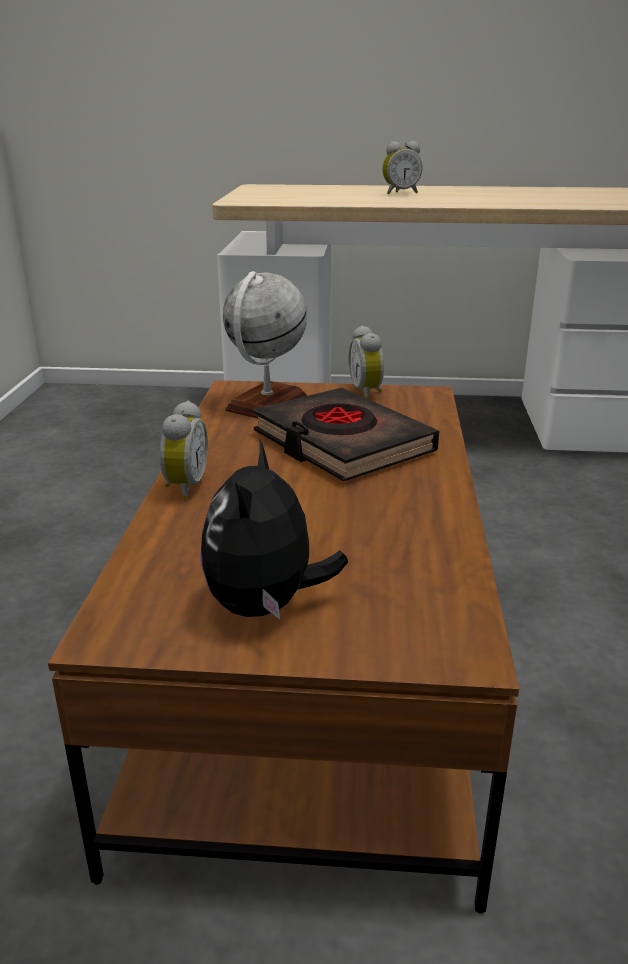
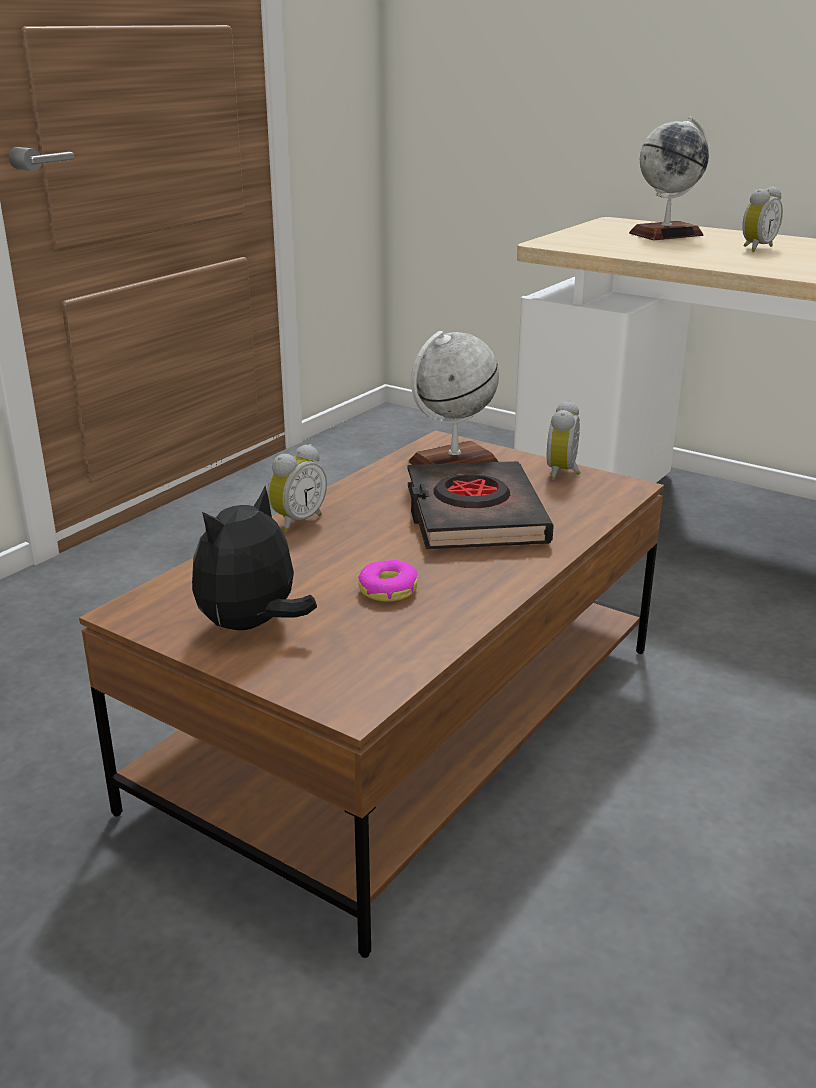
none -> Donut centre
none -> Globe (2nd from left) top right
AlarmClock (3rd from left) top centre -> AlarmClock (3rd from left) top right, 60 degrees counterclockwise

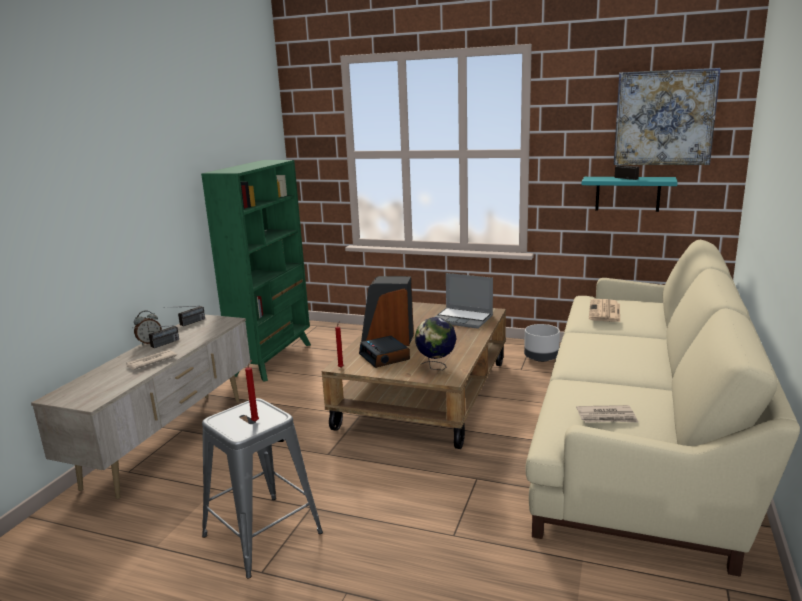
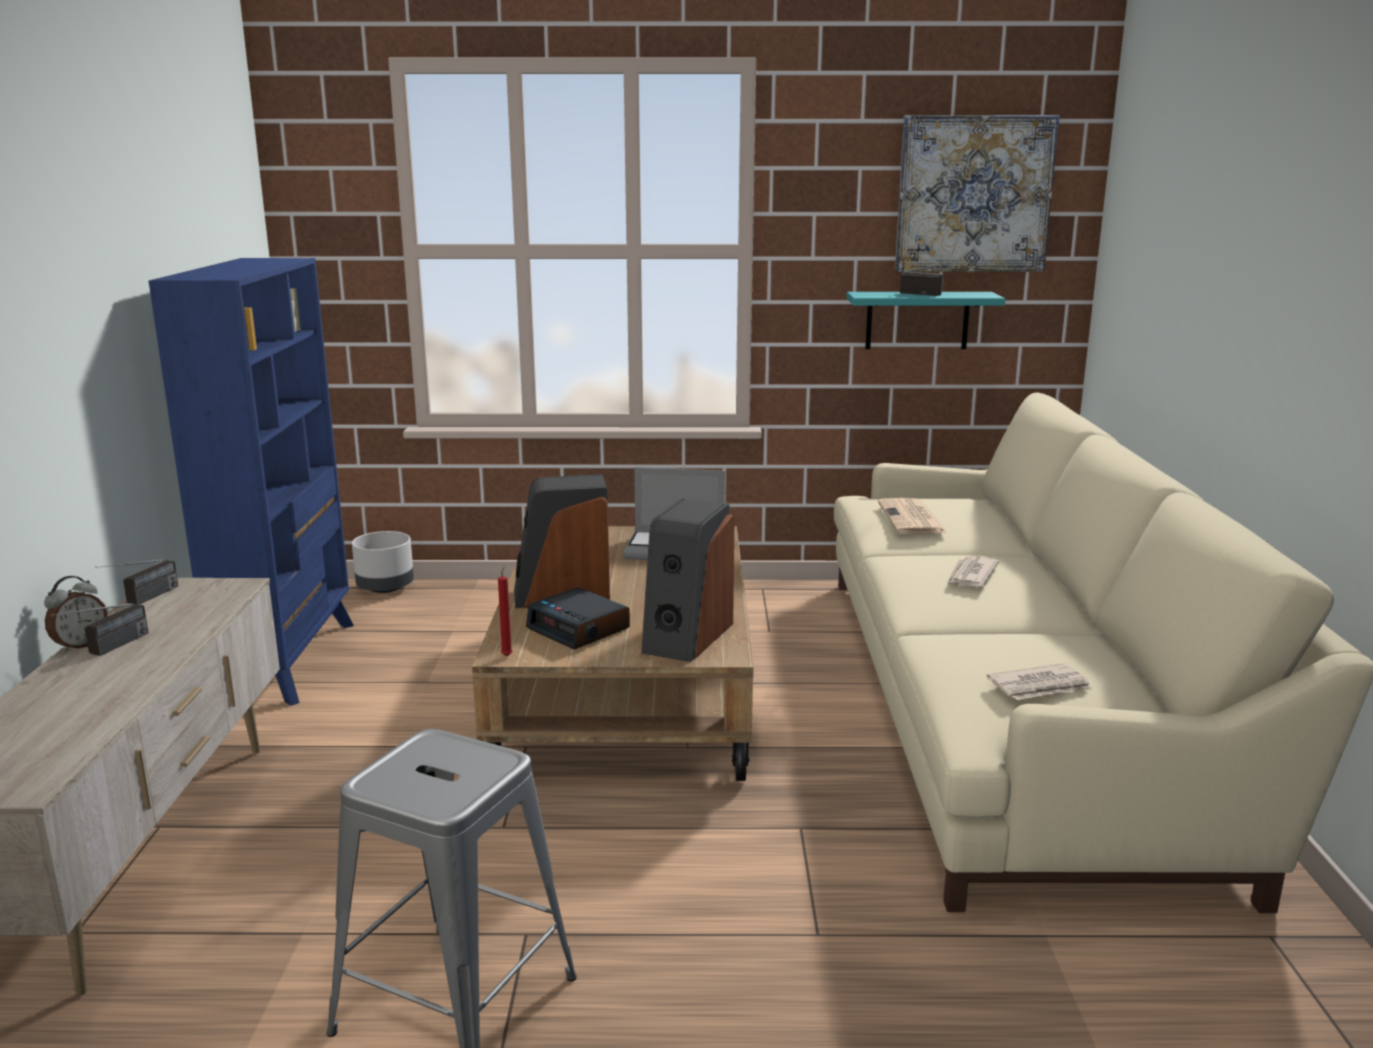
GreenBookcase middle left -> BlueBookcase middle left
GreyPlanter middle right -> GreyPlanter middle left, moved
Globe centre -> Speaker (2nd from left) centre
Newspaper (1st from left in the first image) middle left -> Newspaper (2nd from left) middle right, moved
RedCandle (1st from left) middle left -> none

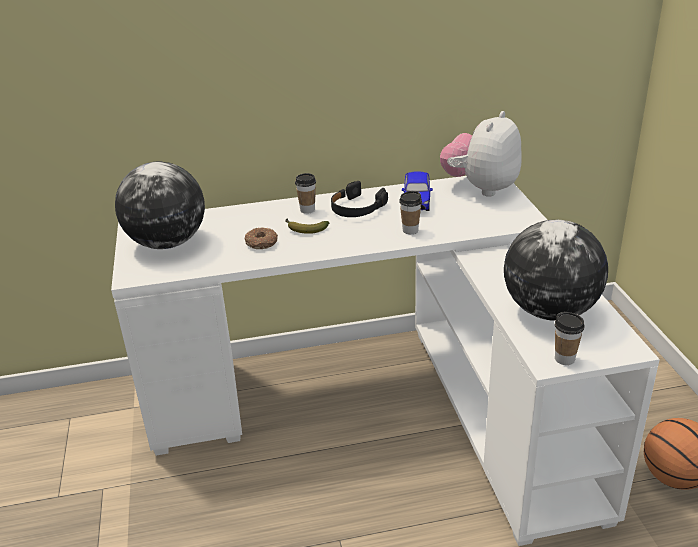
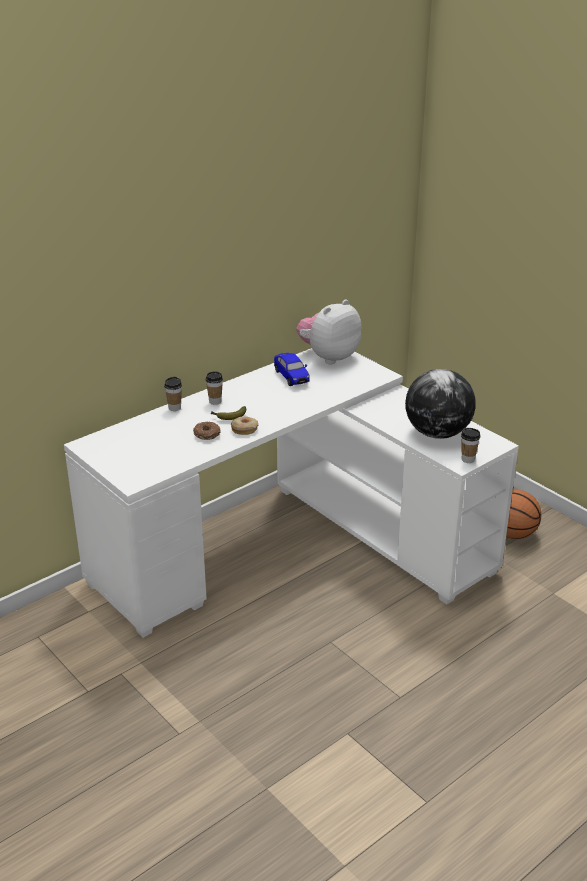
Cup (2nd from left in the first image) centre -> Cup (1st from left) middle left, moved
none -> Donut (2nd from left) centre
PlushToy top right -> PlushToy centre, 45 degrees clockwise
Globe (1st from left) middle left -> none
BlackHeadphones centre -> none

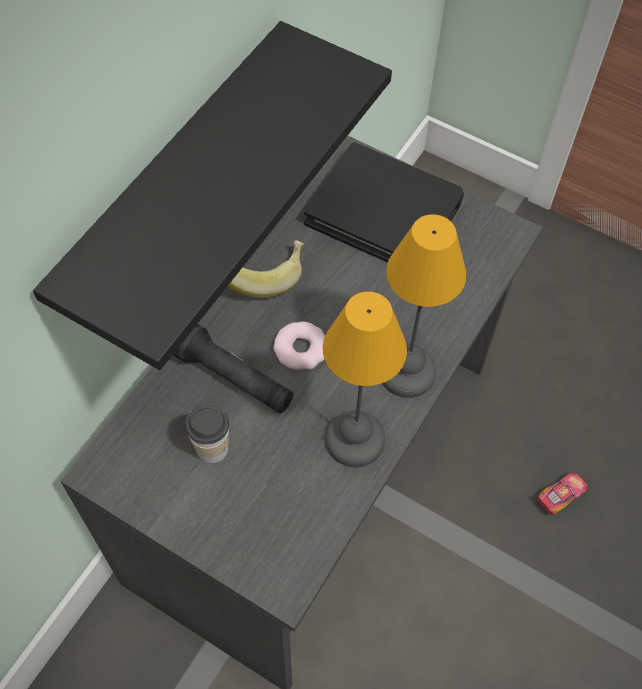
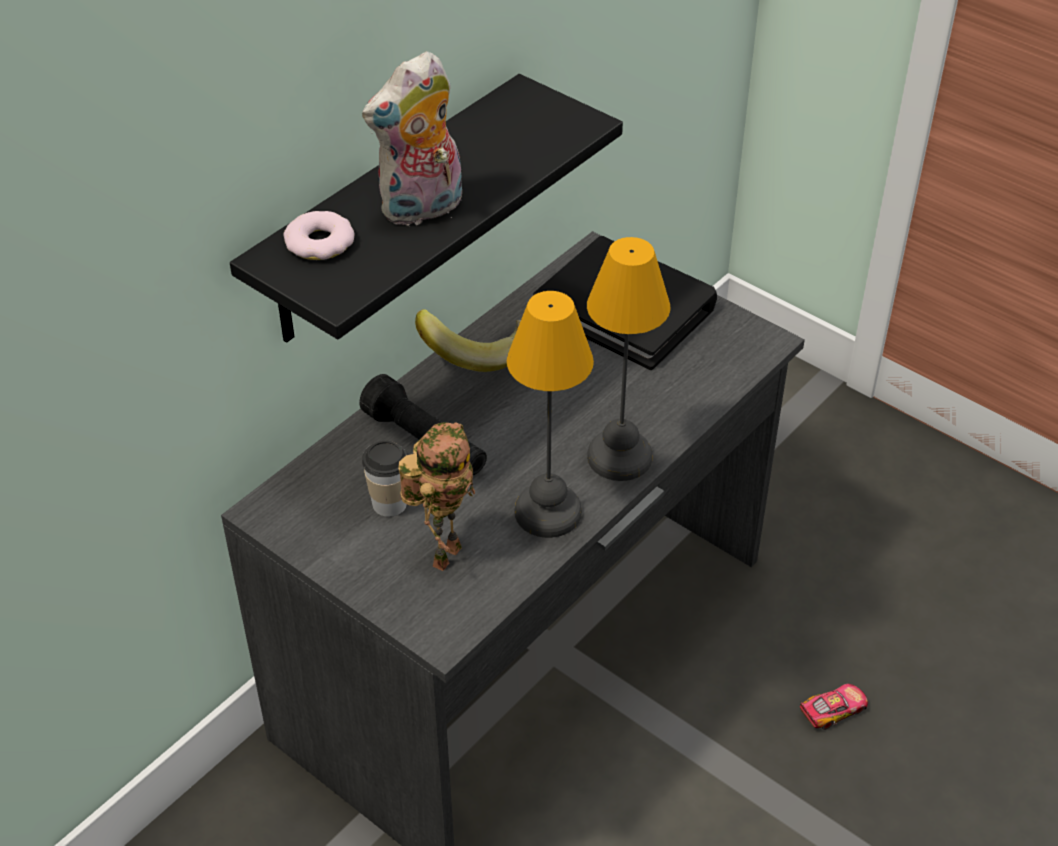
Donut centre -> Donut top left, moved
none -> PlushToy top centre
none -> ToyRobot centre

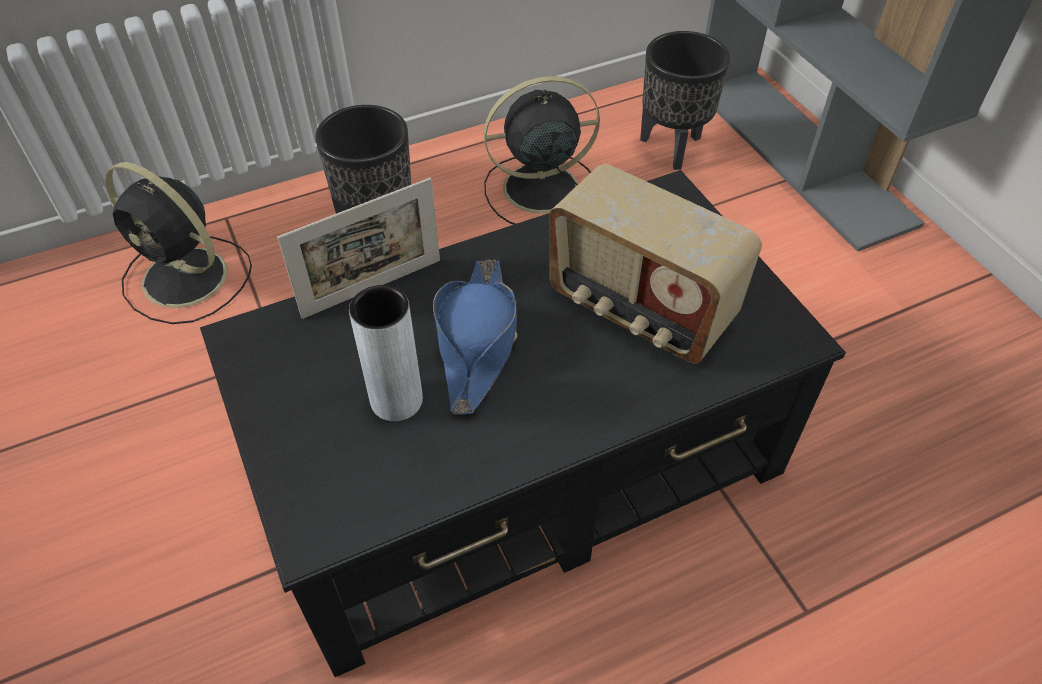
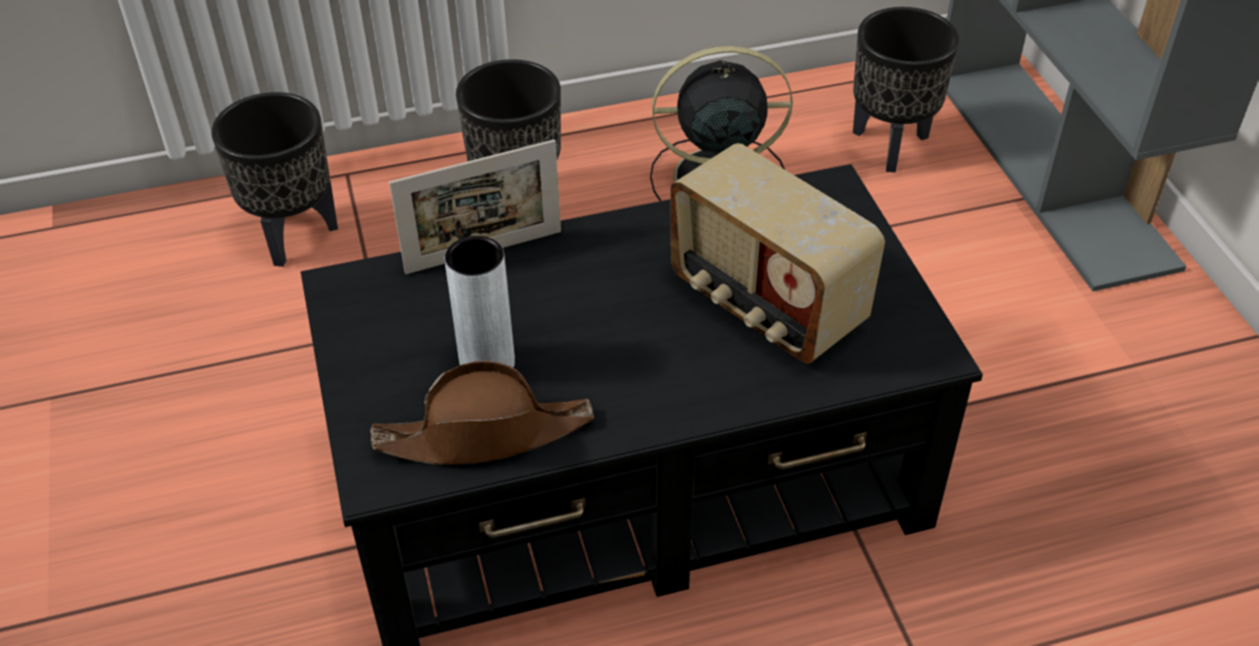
BlackFan (1st from left) middle left -> BlackPlanter (1st from left) top left
none -> BrownHat centre
BlueHat centre -> none

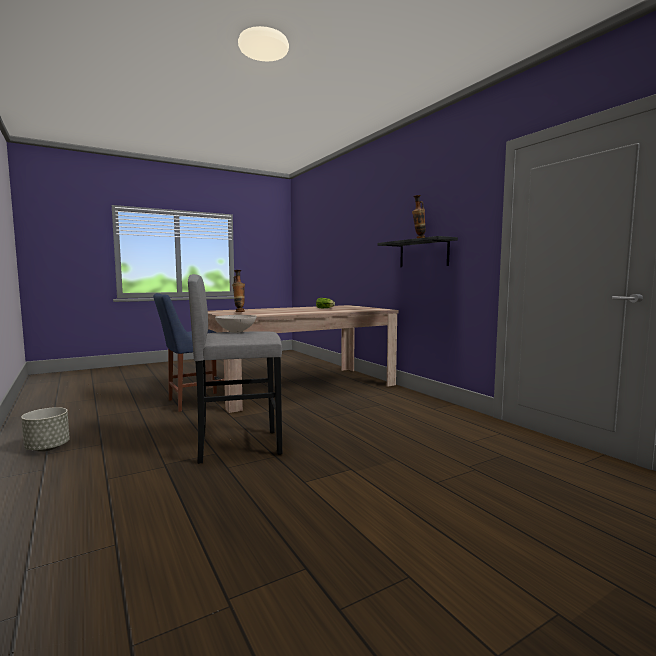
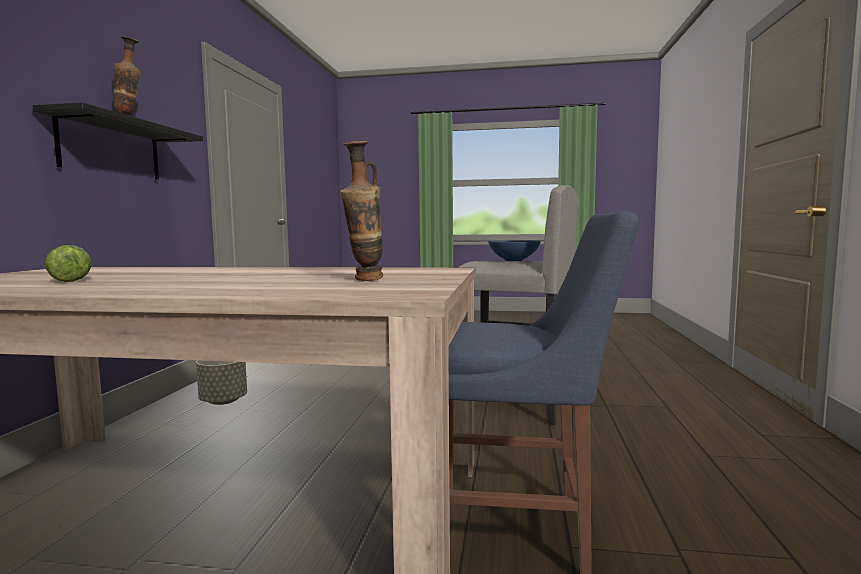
GreyPlanter middle left -> GreyPlanter bottom left, moved
WhiteBowl centre -> BlueBowl centre

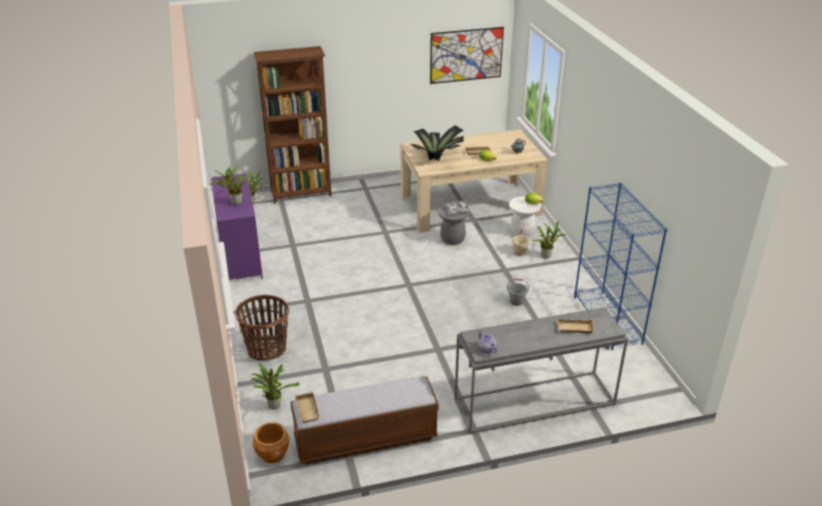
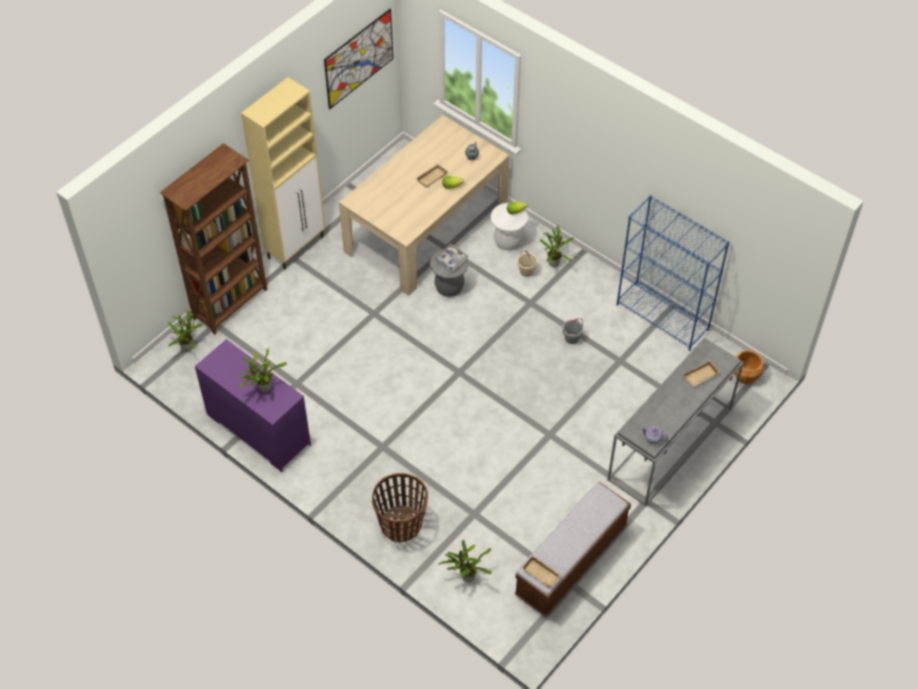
none -> BeigeCabinet top left
BrownPlanter bottom left -> BrownPlanter middle right, moved
PottedPlant (4th from left) top centre -> none

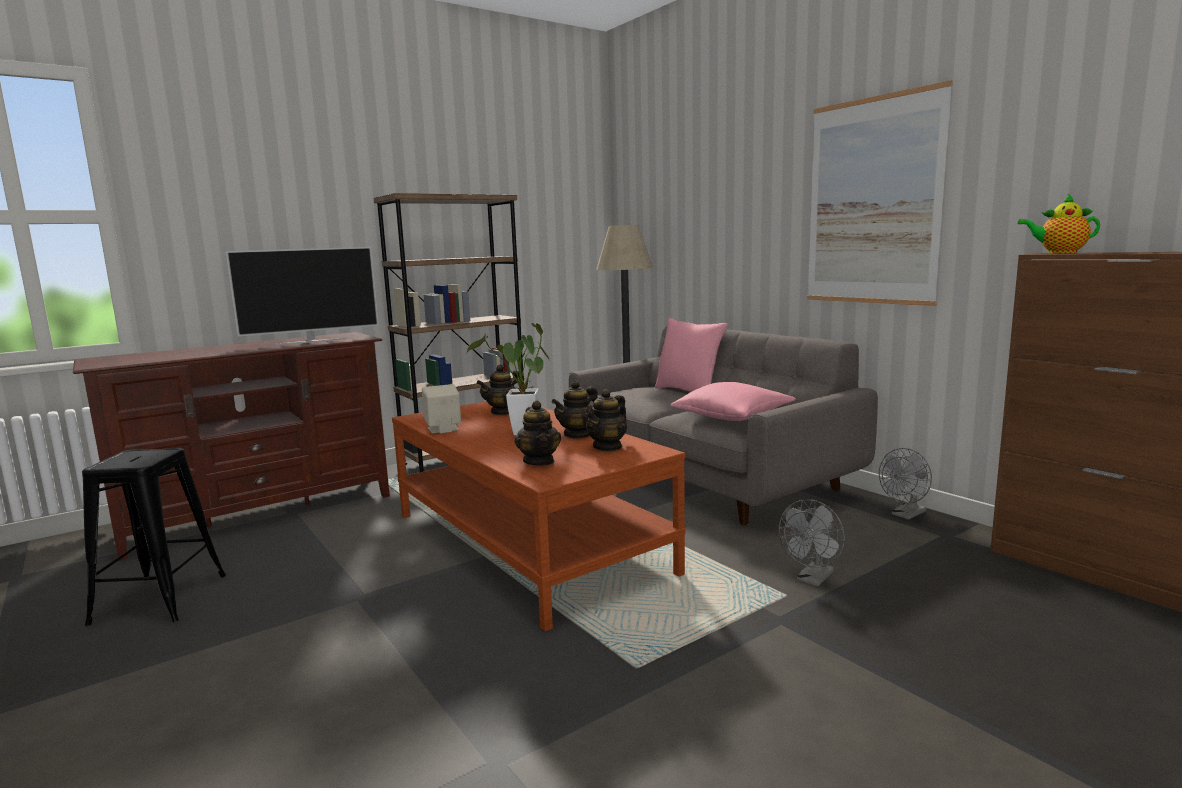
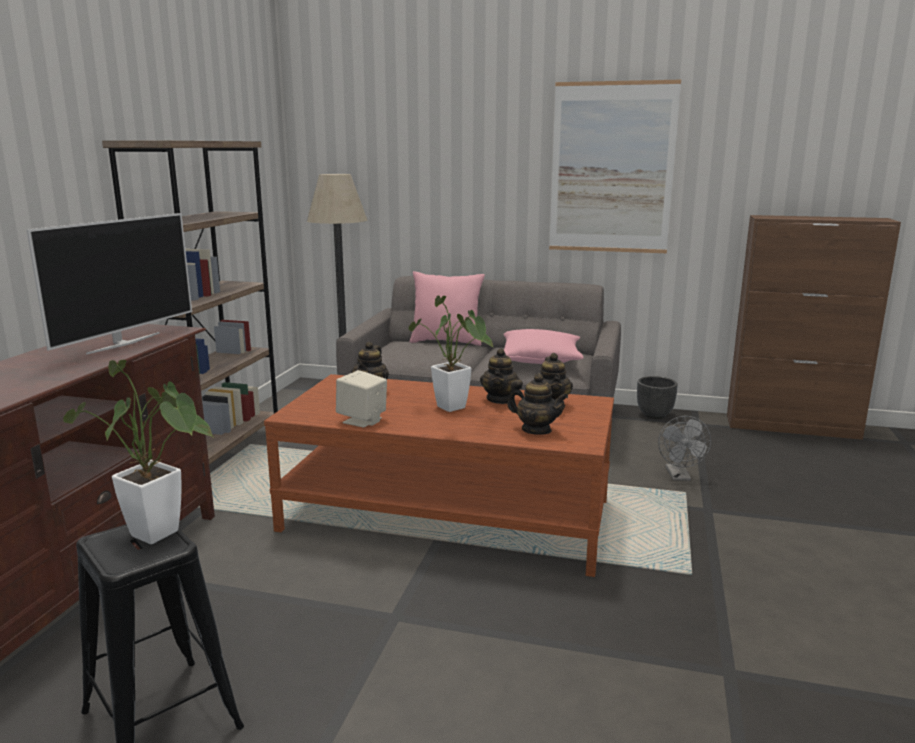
none -> PottedPlant (1st from left) middle left
GreyFan (2nd from left) middle right -> BlackPlanter middle right
Teapot (5th from left) top right -> none

